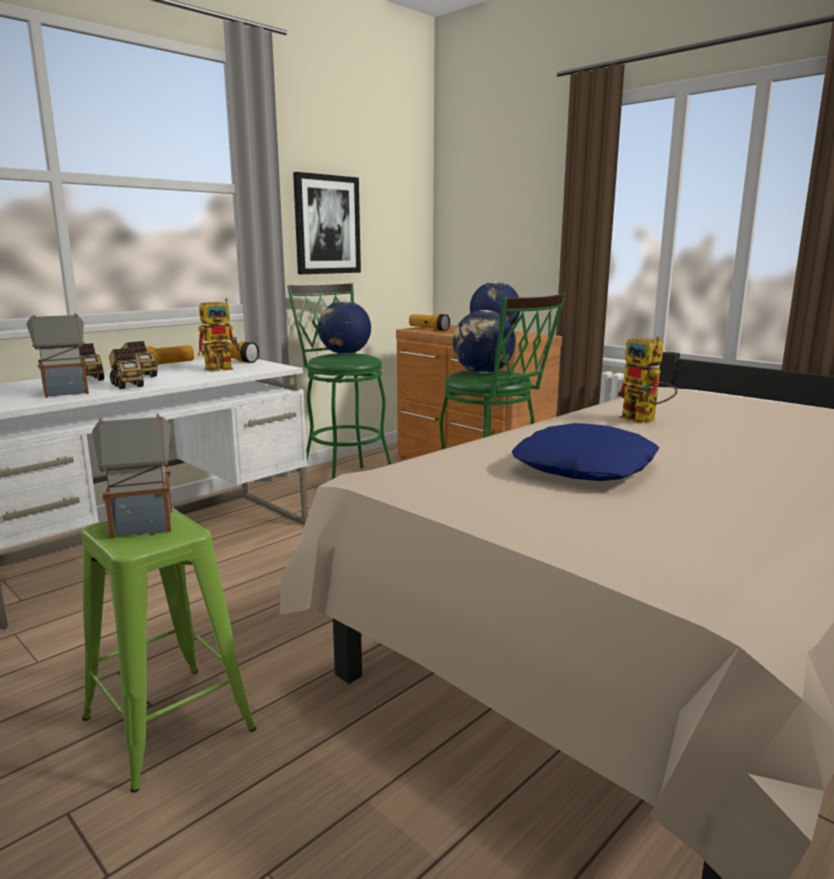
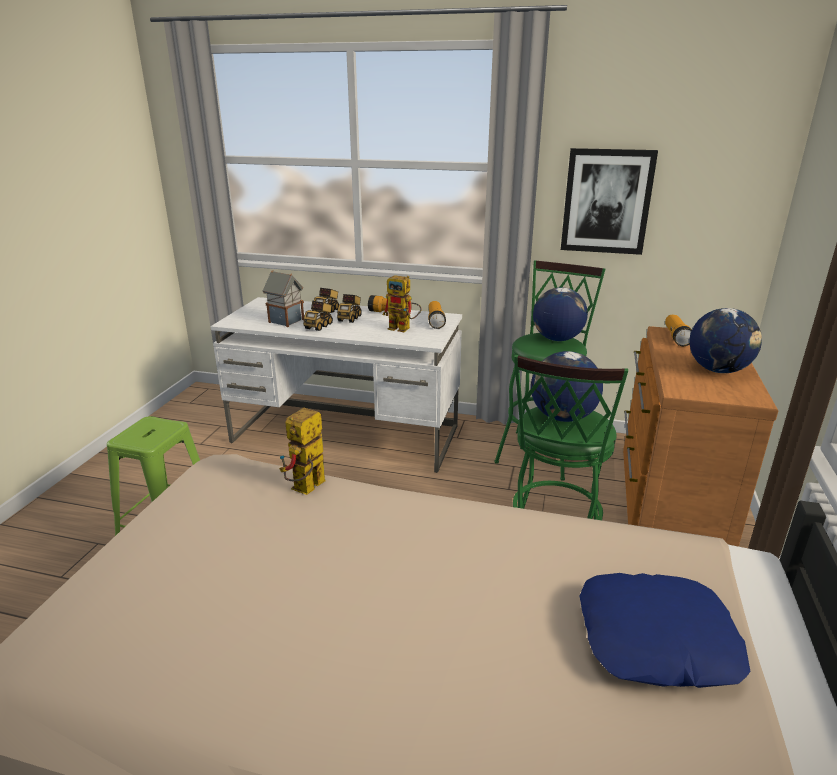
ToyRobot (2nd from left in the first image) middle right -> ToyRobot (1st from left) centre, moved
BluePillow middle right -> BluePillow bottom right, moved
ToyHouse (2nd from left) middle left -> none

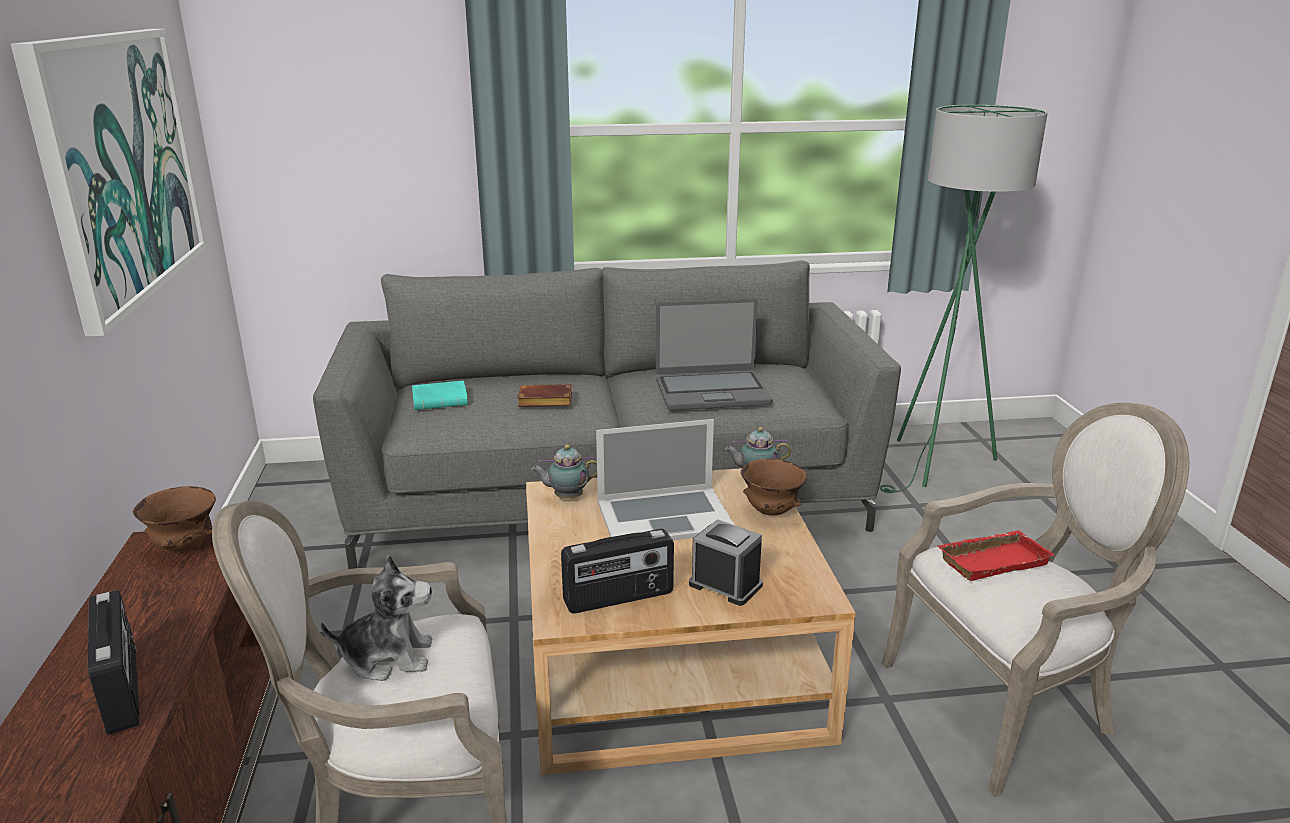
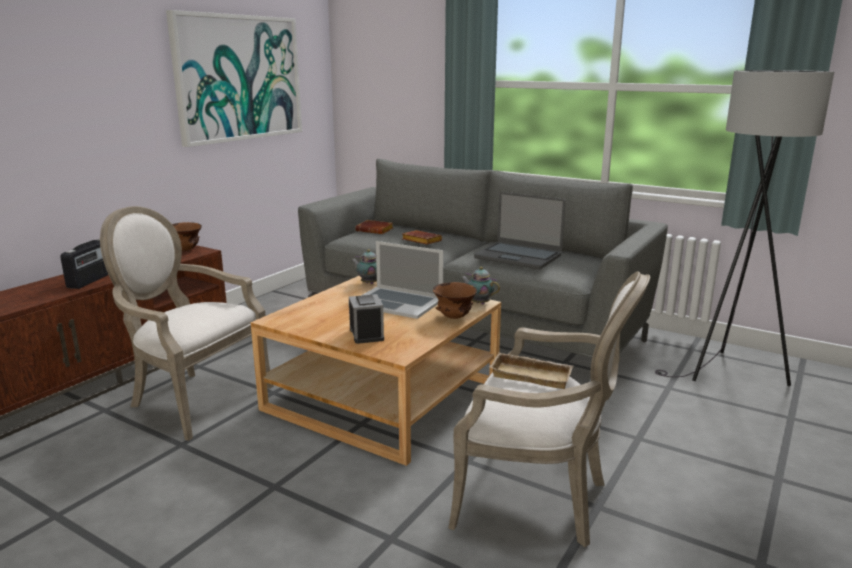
TurquoiseBook centre -> BrownBook (1st from left) centre
RedTray bottom right -> BeigeTray centre
GreenFloorLamp middle right -> GreyFloorLamp middle right
PlushToy bottom left -> none
Radio (2nd from left) bottom centre -> none

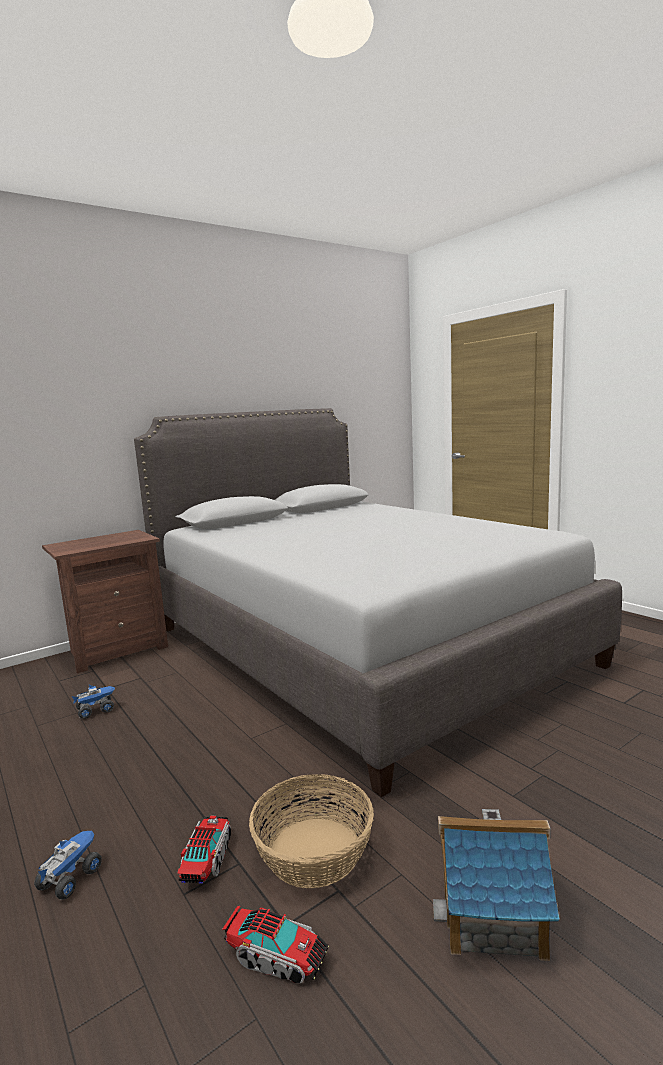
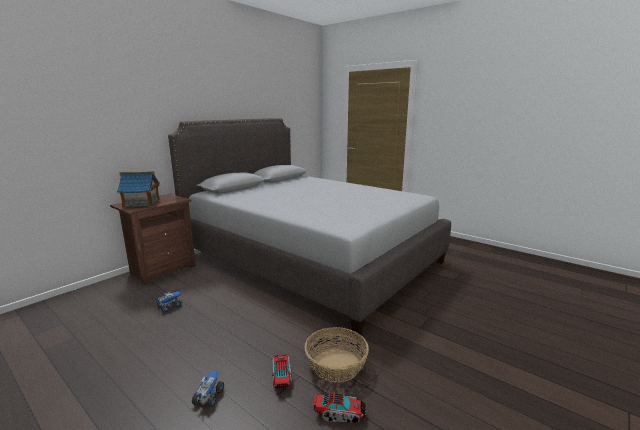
ToyHouse bottom right -> ToyHouse middle left, moved

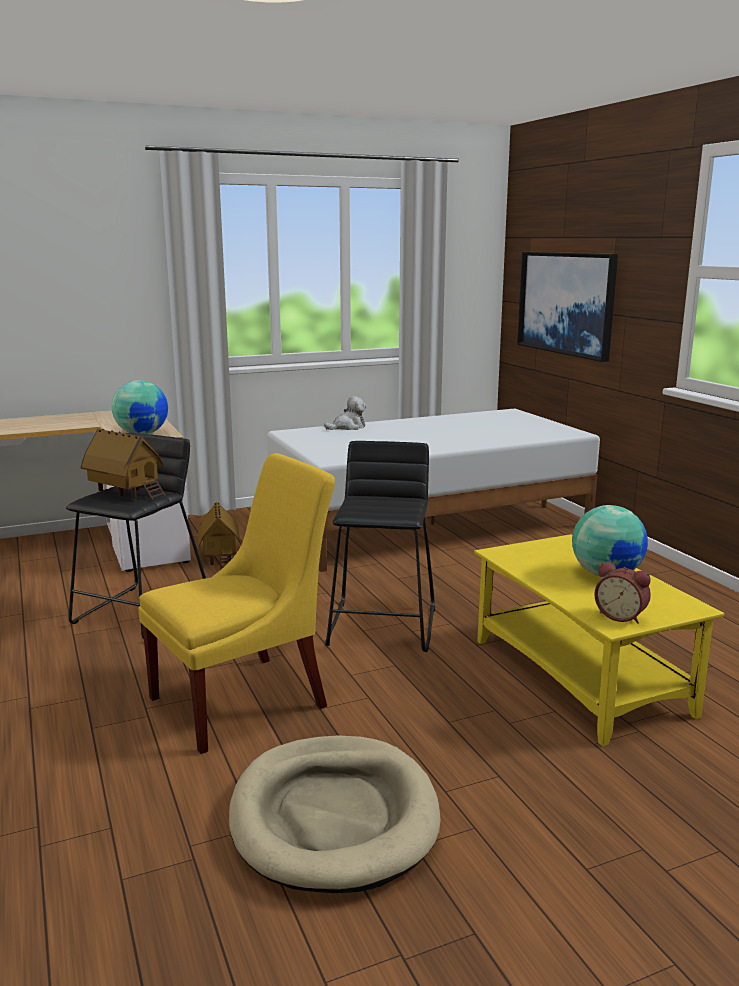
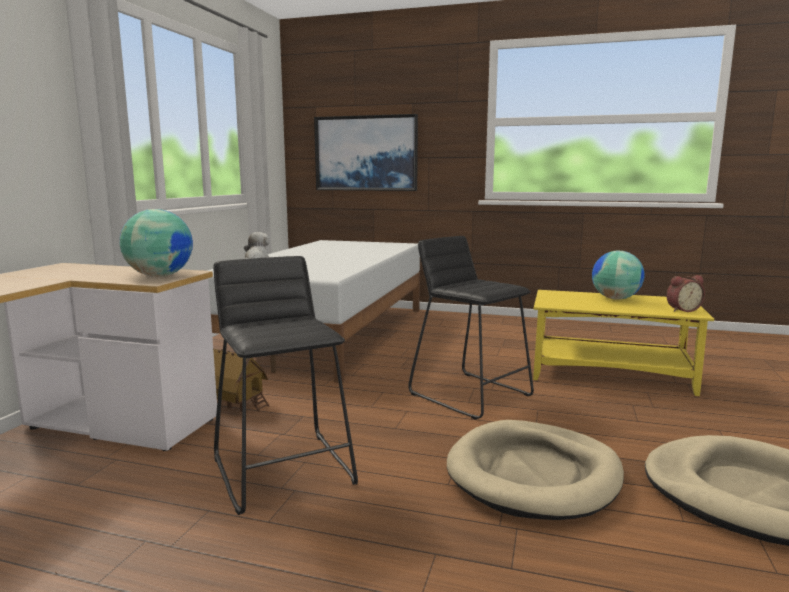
YellowChair middle left -> BeigeDogBed (1st from left) bottom right
ToyHouse (1st from left) middle left -> none

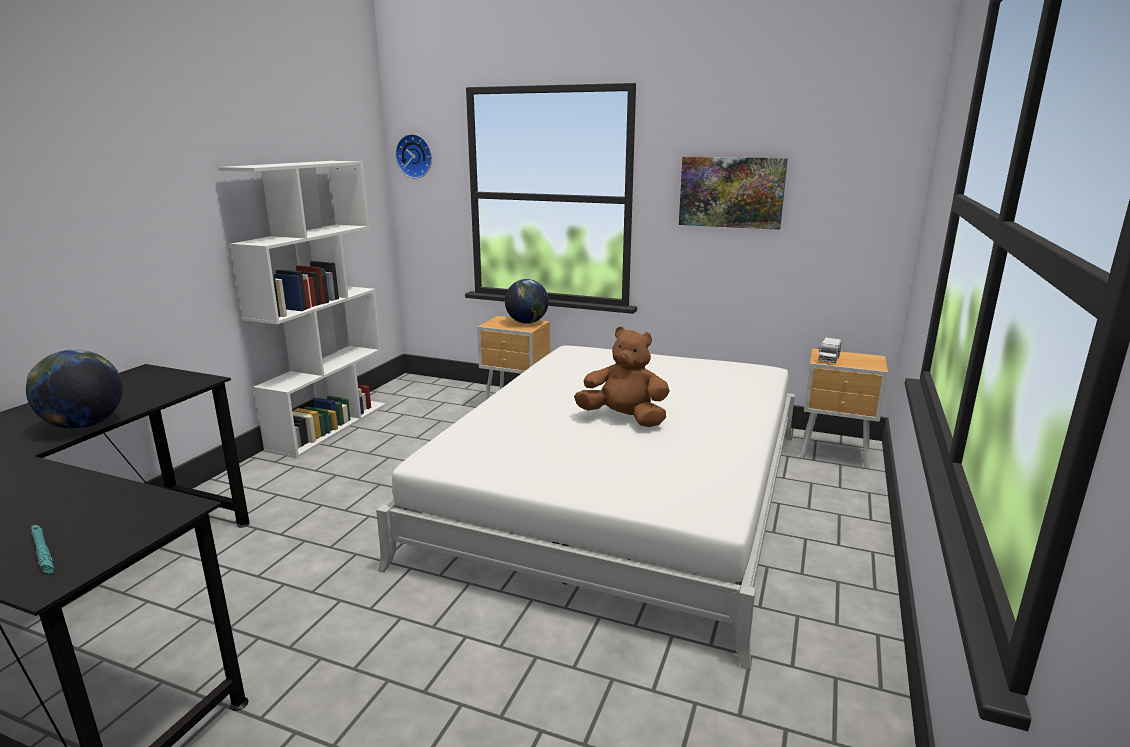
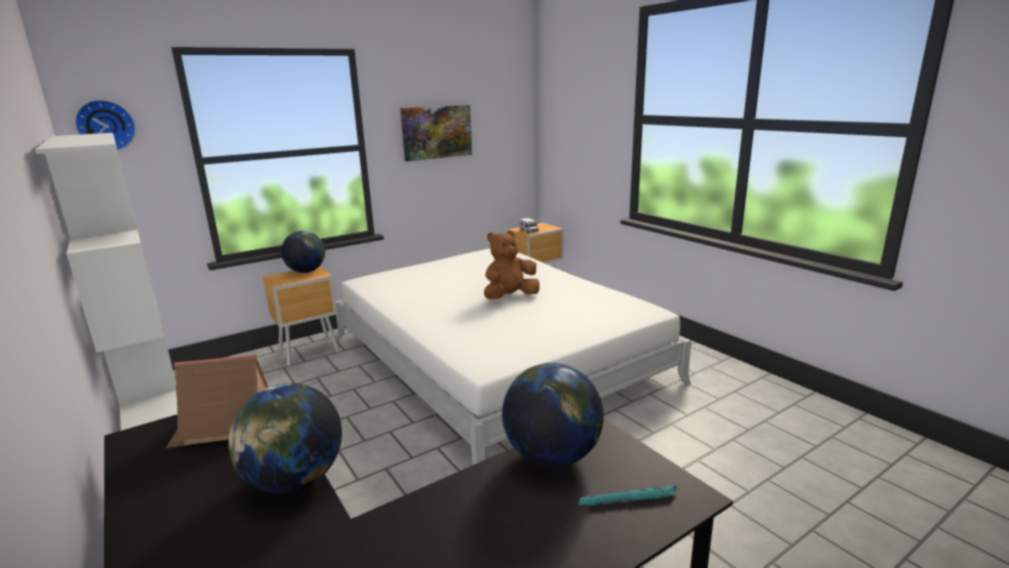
none -> ToyHouse bottom left
none -> Globe (3rd from left) bottom centre

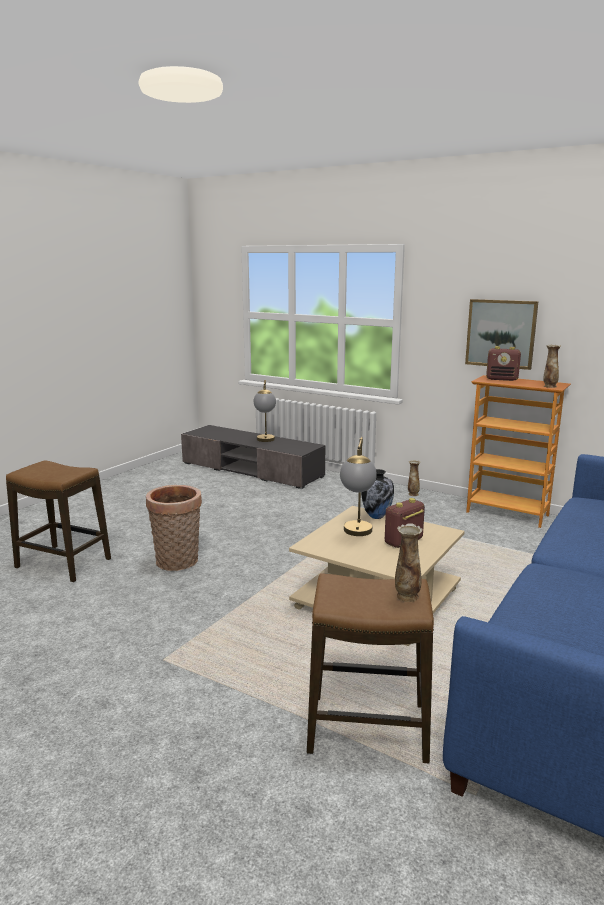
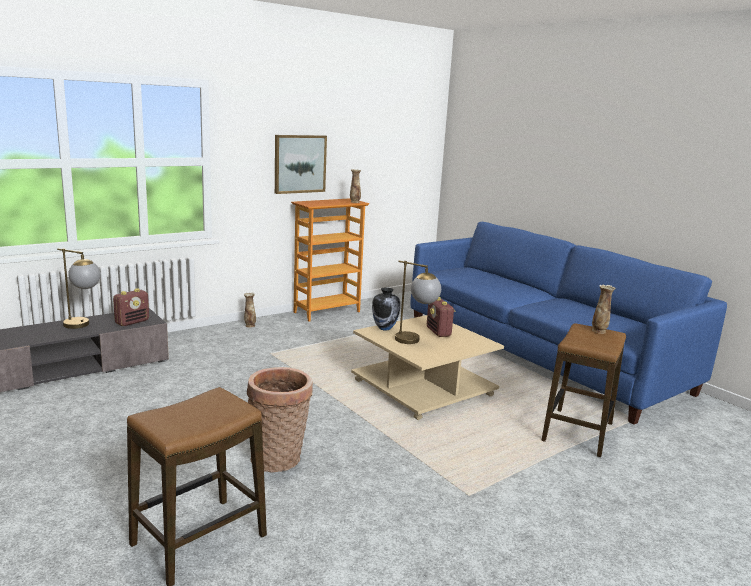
Radio (2nd from left in the first image) middle right -> Radio (1st from left) middle left, moved

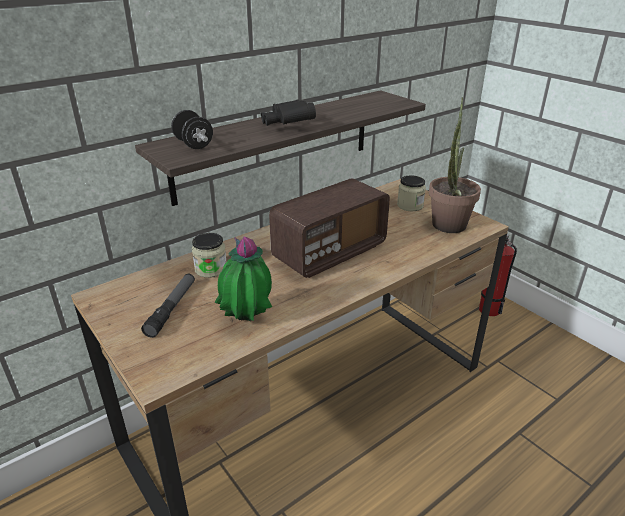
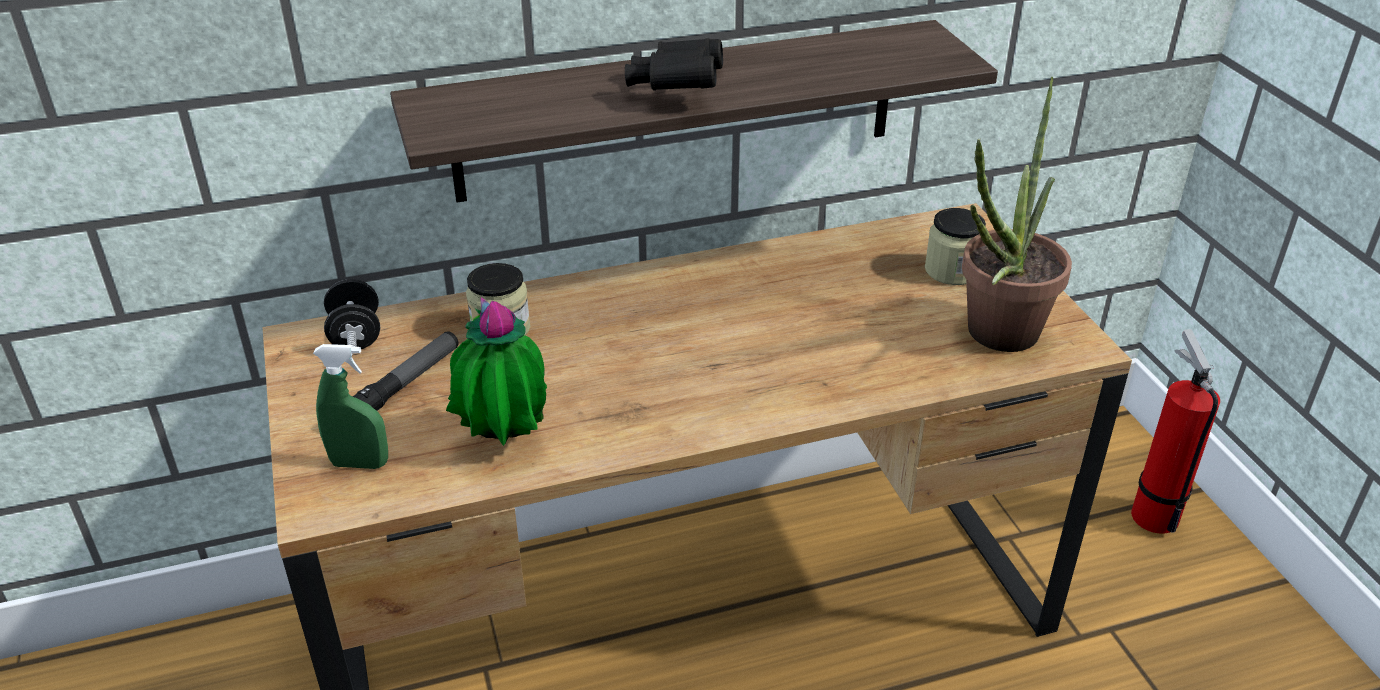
none -> GreenSprayBottle middle left
BlackDumbbell top left -> BlackDumbbell middle left, moved
Radio centre -> none

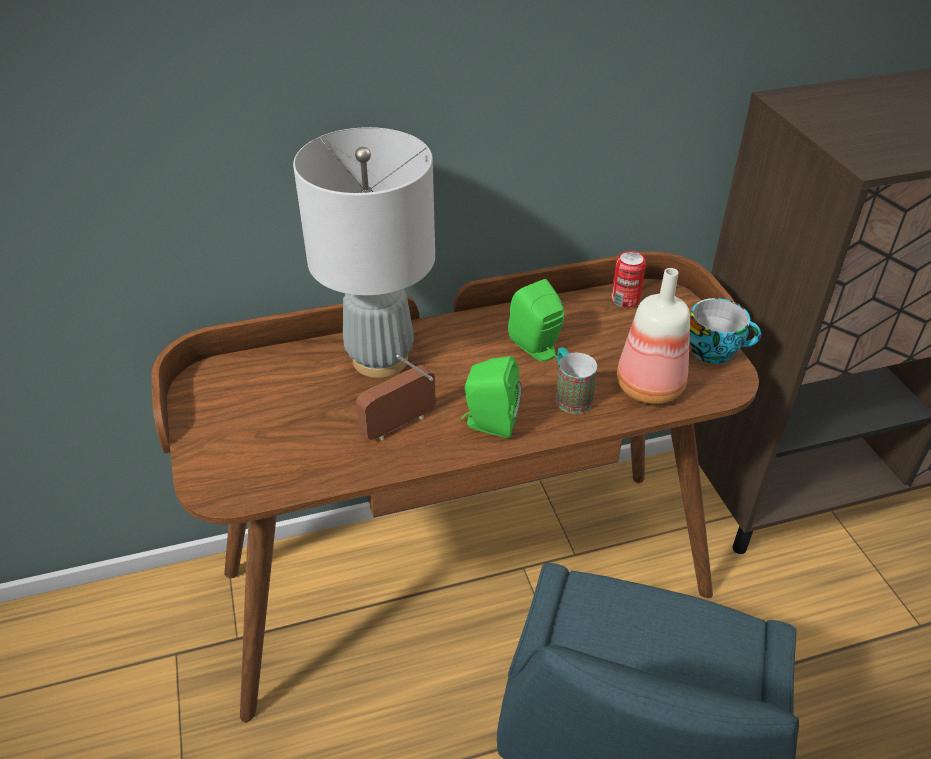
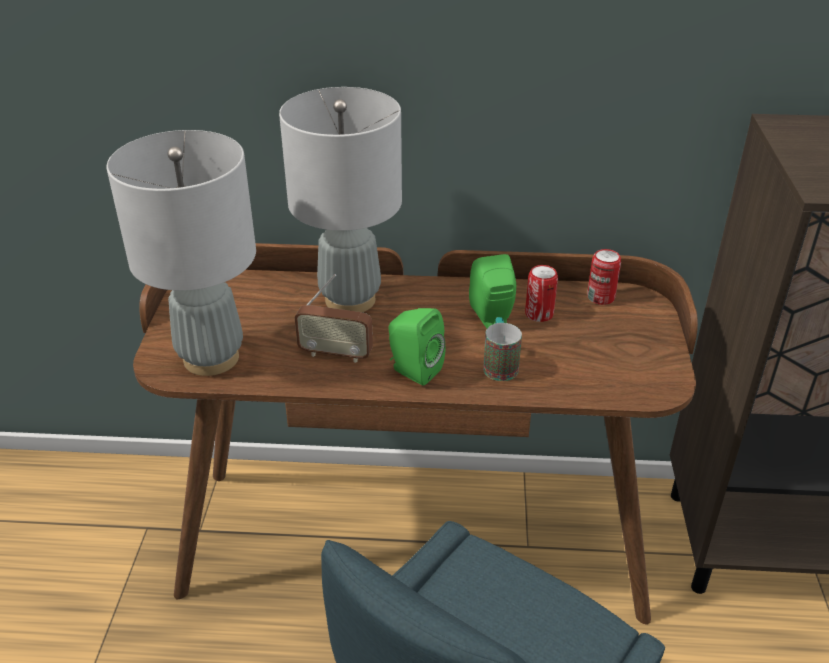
none -> GreyTableLamp (1st from left) middle left
Radio centre, 150 degrees counterclockwise
none -> Can (1st from left) centre
Bottle middle right -> none
Cup middle right -> none

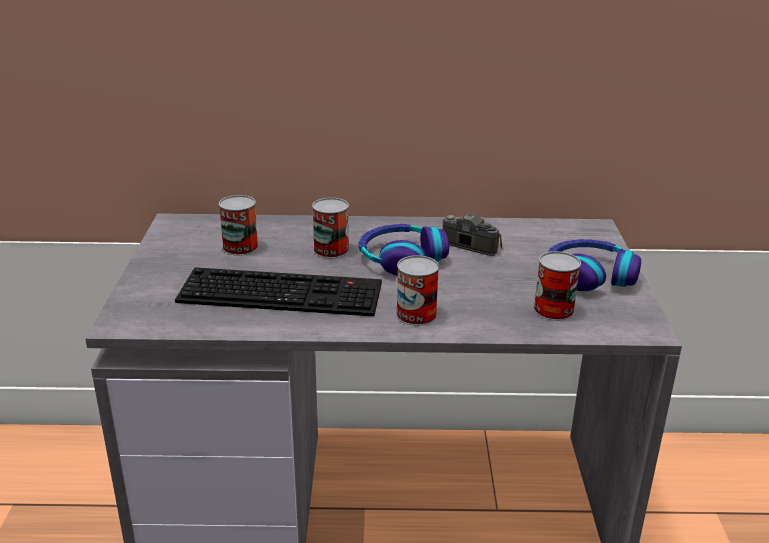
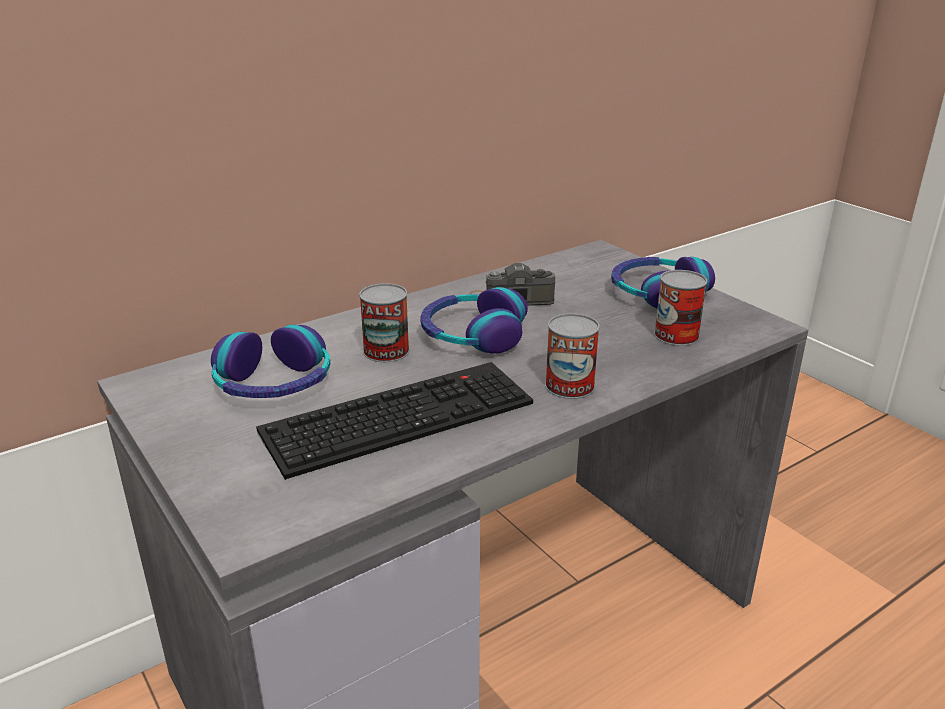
Can (1st from left) middle left -> Headphones (1st from left) middle left

